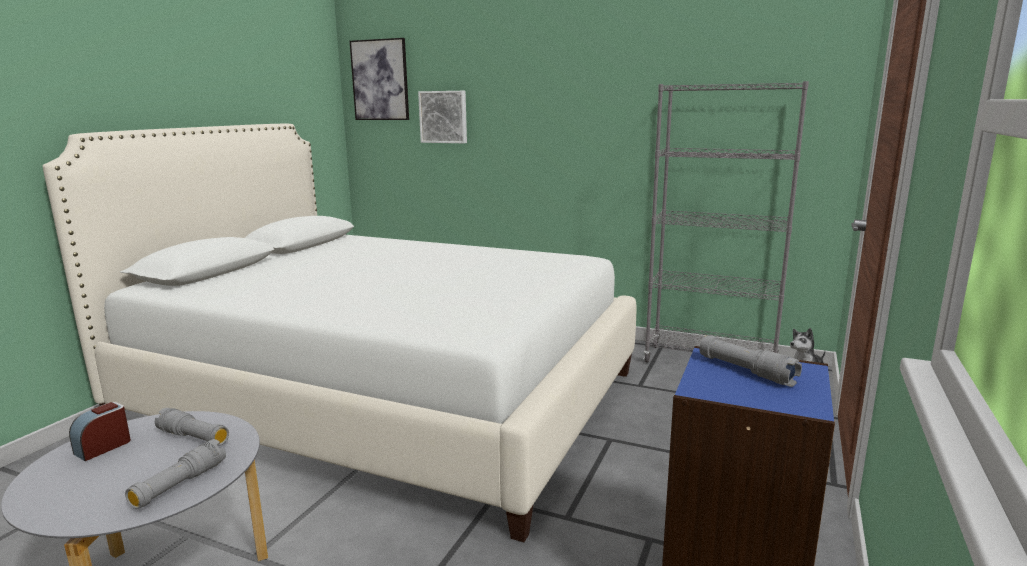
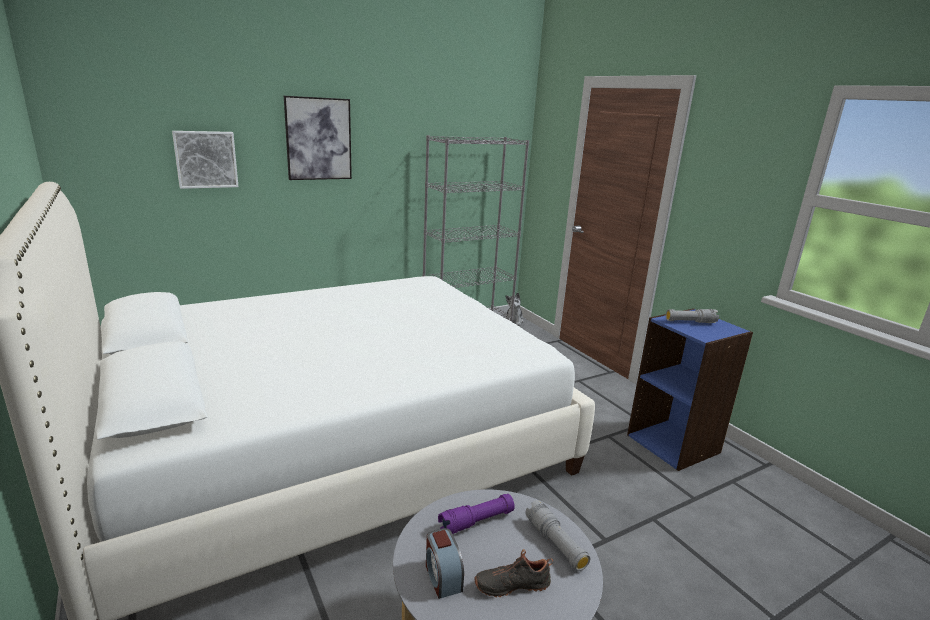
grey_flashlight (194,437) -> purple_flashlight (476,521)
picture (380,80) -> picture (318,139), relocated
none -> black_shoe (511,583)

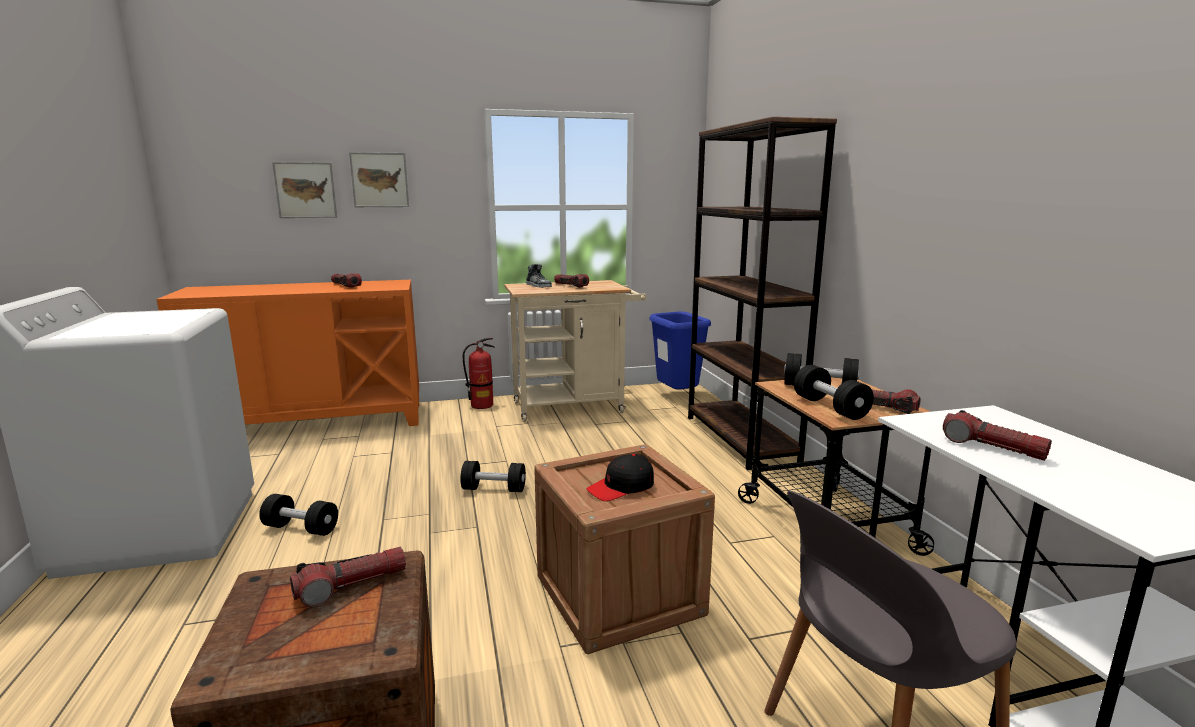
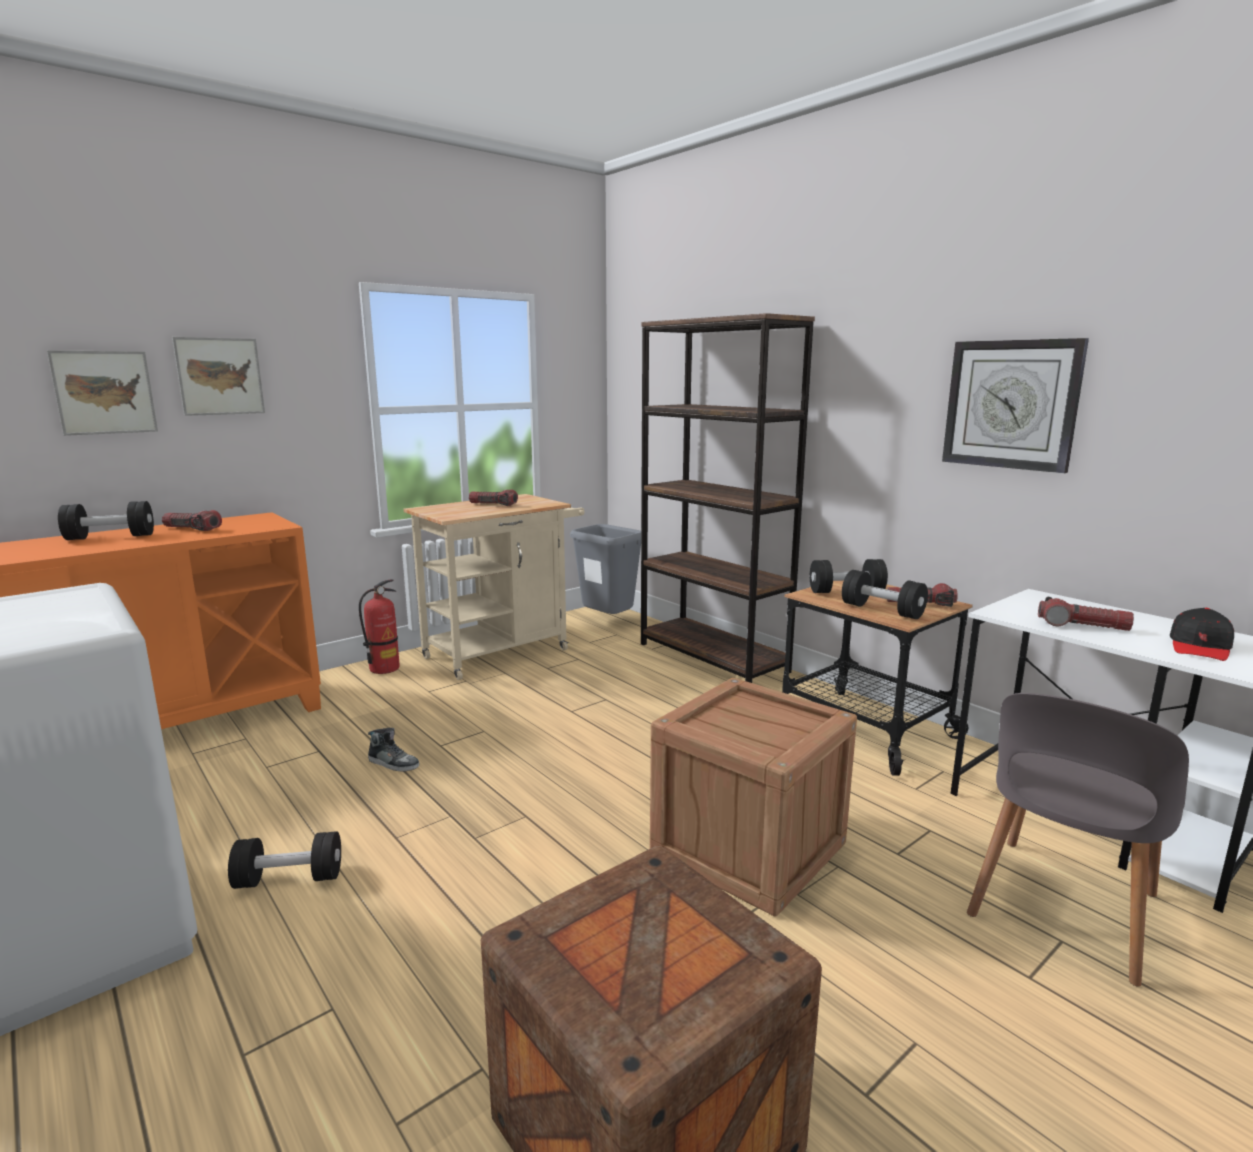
flashlight (351,586) -> none
black_dumbbell (494,489) -> black_dumbbell (110,537), relocated
shoe (538,286) -> shoe (393,763), relocated
black_cap (621,487) -> black_cap (1200,647), relocated
blue_trash_can (677,397) -> grey_trash_can (608,623)
none -> wall_clock (1011,404)

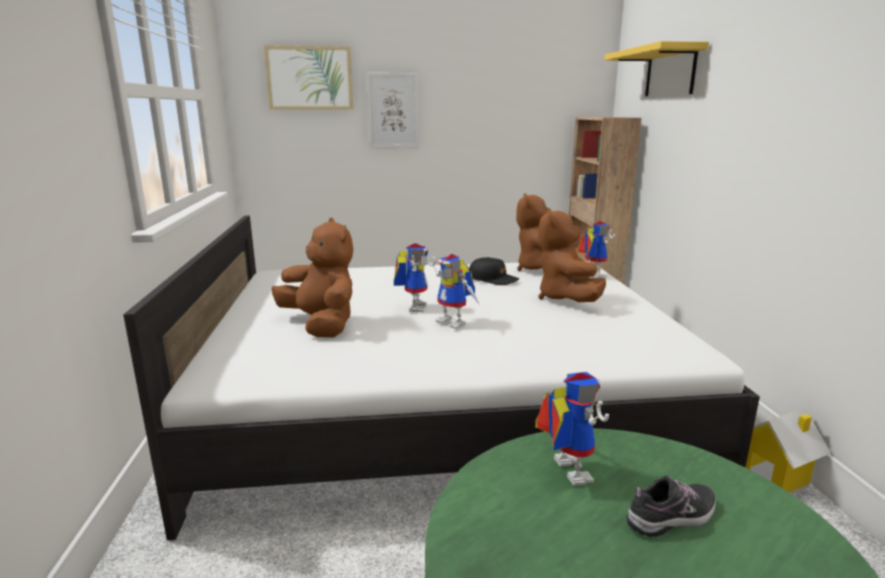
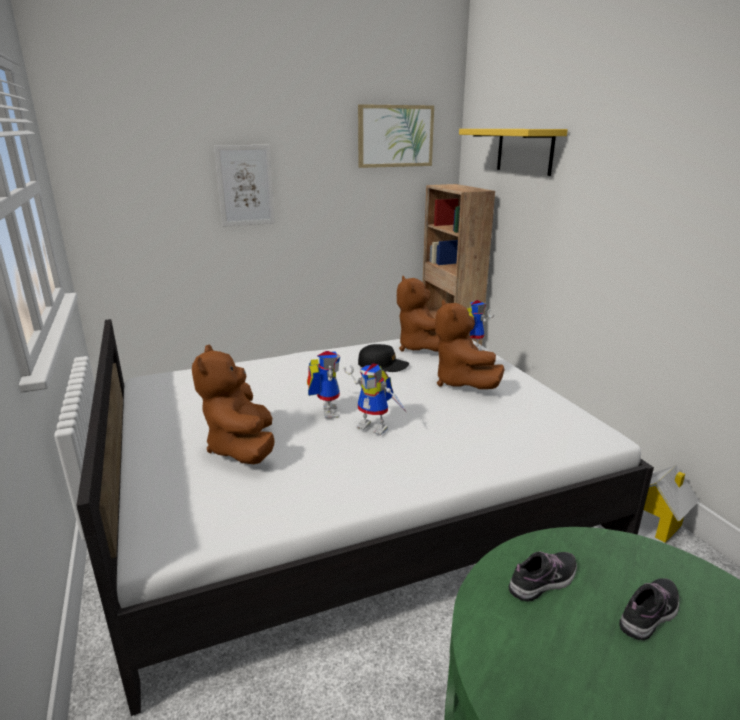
picture (310,78) -> picture (395,136), relocated
brown_plush_toy (321,325) -> brown_plush_toy (242,448), 135 degrees counterclockwise
toy_robot (563,469) -> shoe (543,581)

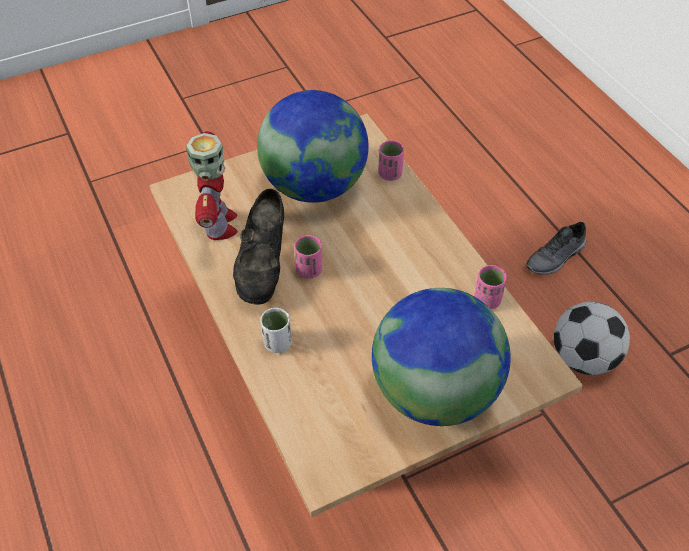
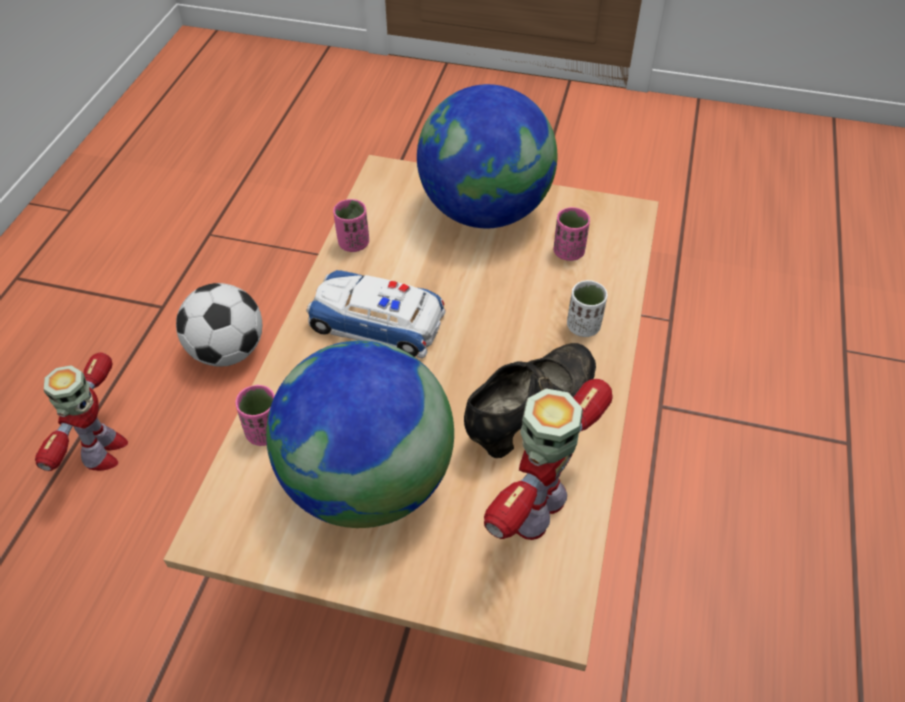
pink_cup (309,270) -> pink_cup (568,252), relocated
grey_shoe (556,258) -> toy_robot (103,452)
none -> toy_car (377,322)

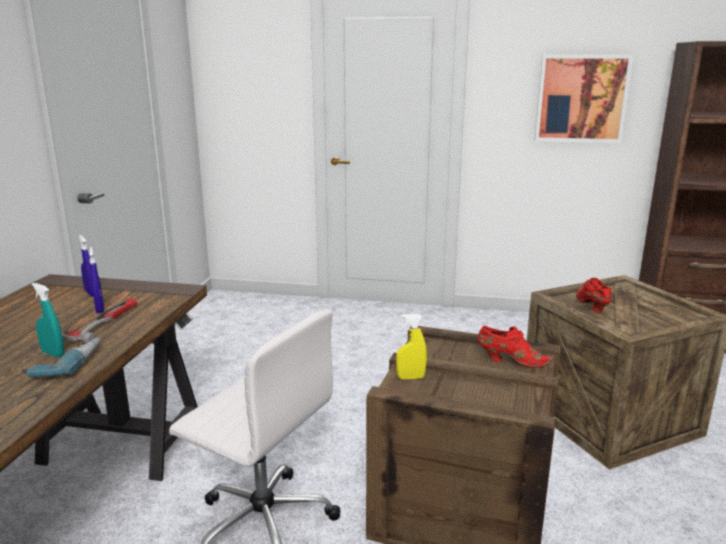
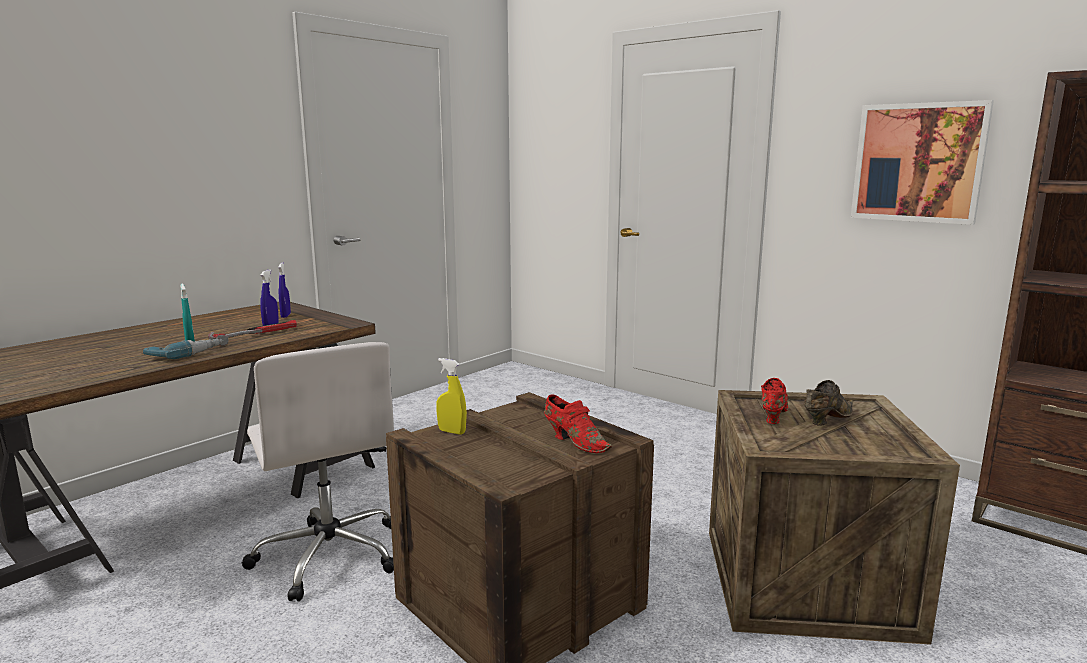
none -> brown_shoe (826,419)

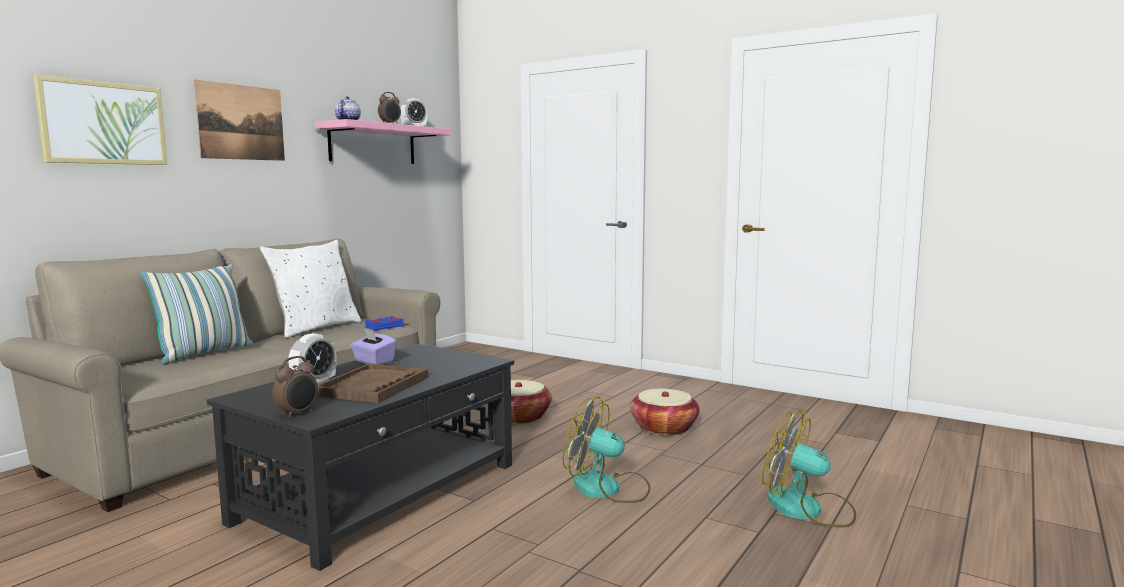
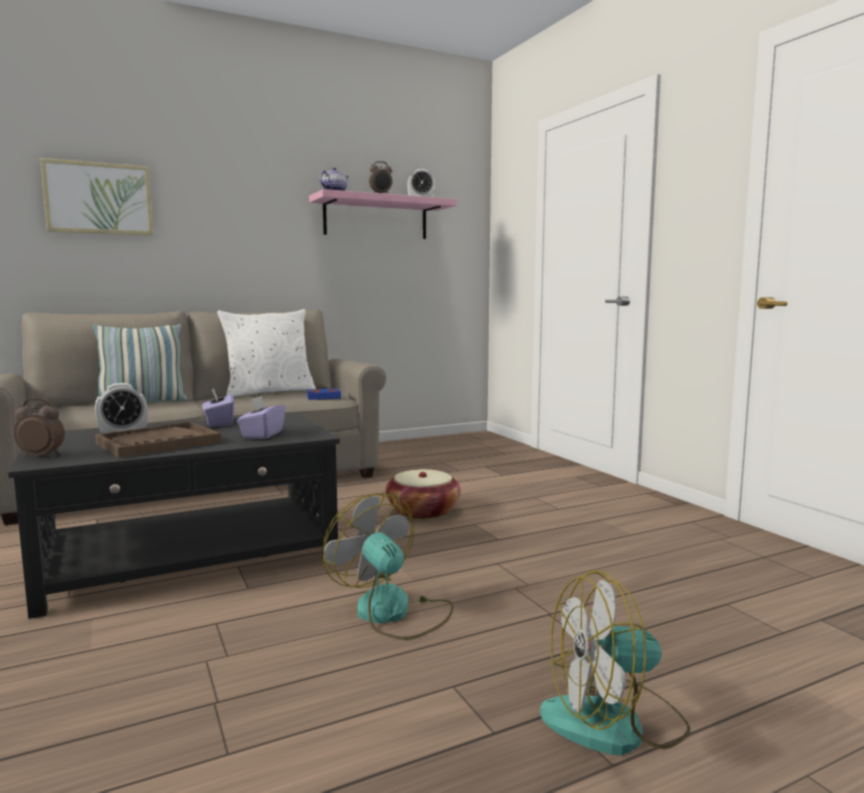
picture (241,122) -> none
alarm_clock (297,414) -> alarm_clock (42,456), 150 degrees counterclockwise
basket (664,428) -> none
fan (807,509) -> fan (614,723), 75 degrees counterclockwise
none -> purple_tissue_box (262,435)

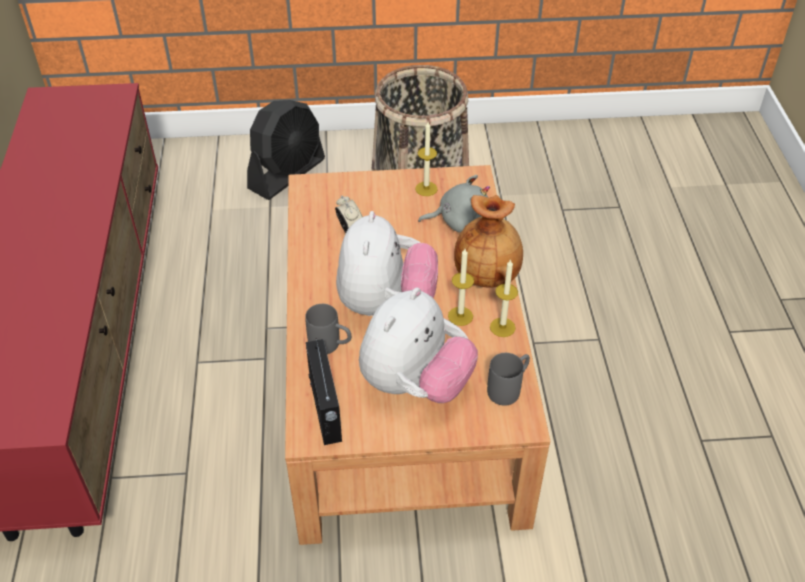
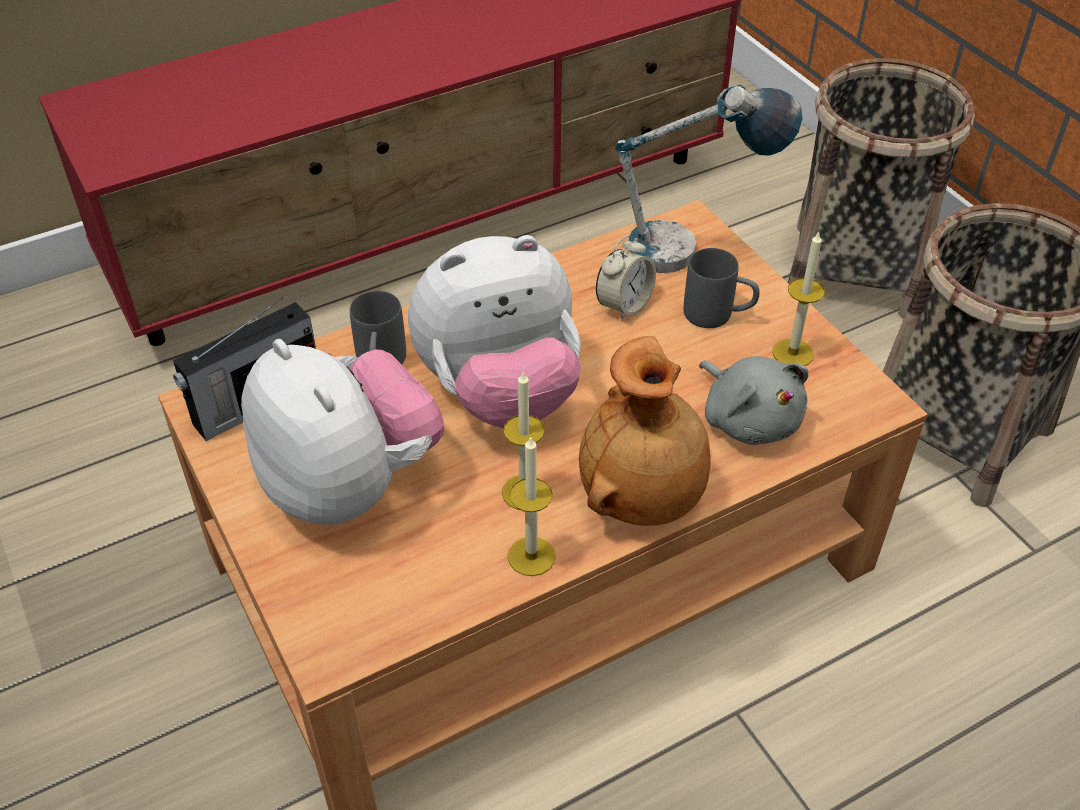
black_fan (287,174) -> basket (855,270)
plush_toy (415,384) -> plush_toy (350,485), 135 degrees counterclockwise
grey_mug (509,388) -> grey_mug (718,316), relocated
none -> table_lamp (692,253)

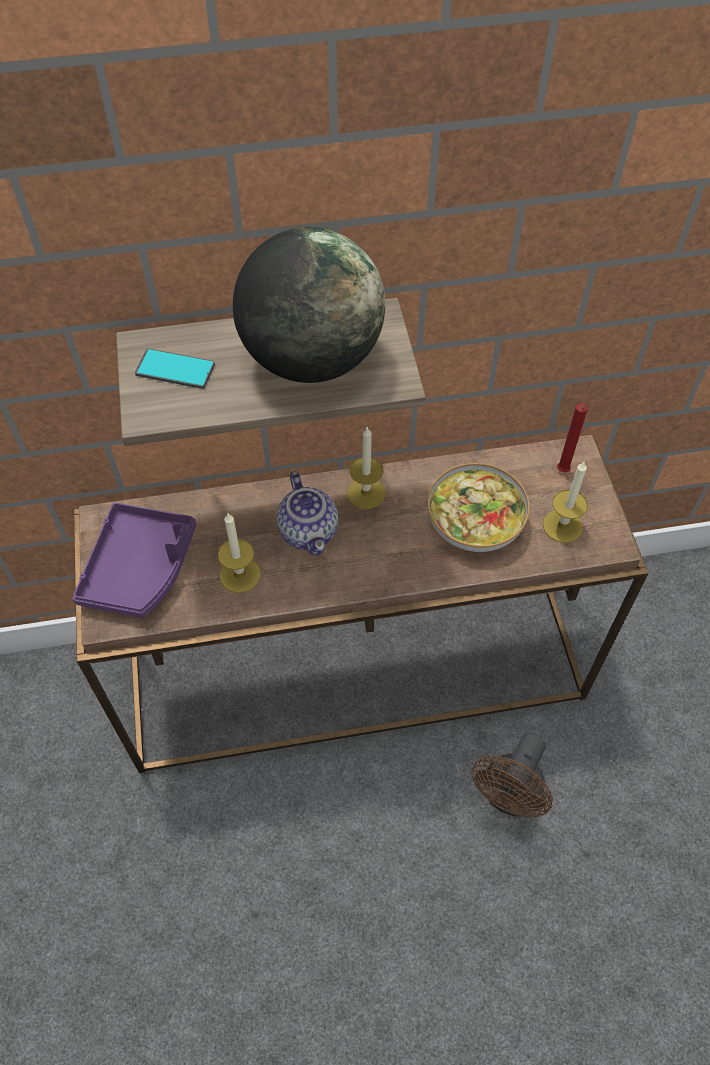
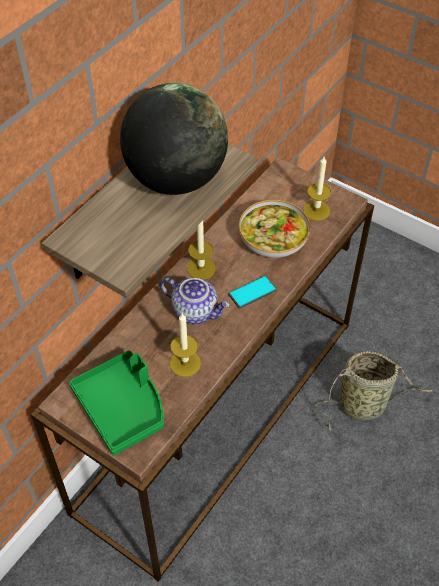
purple_tray (140,568) -> green_tray (123,407)
phone (175,370) -> phone (252,292), relocated
brown_fan (509,796) -> basket (365,405)
red_candle (561,472) -> none

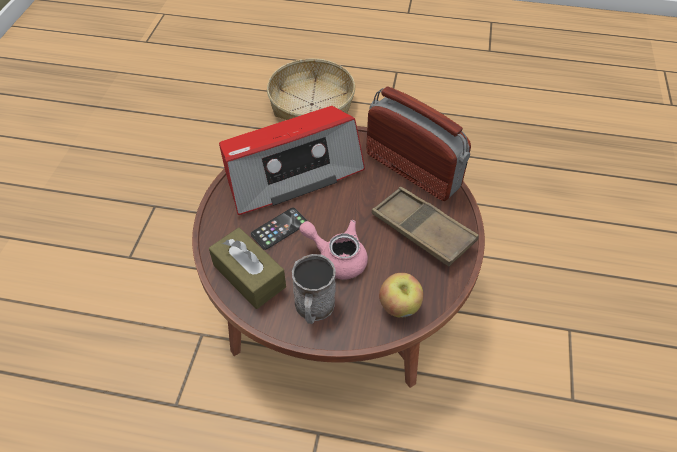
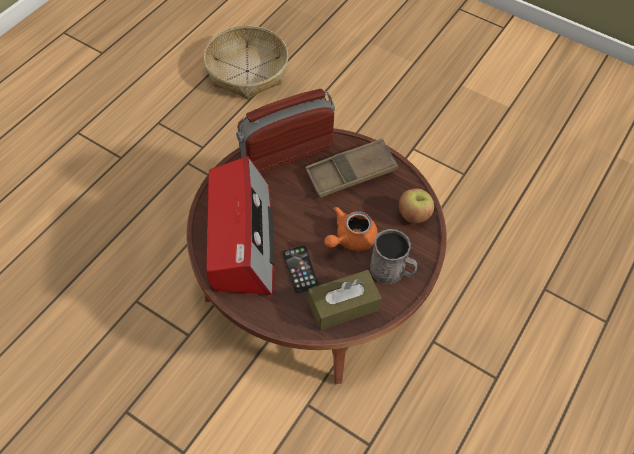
basket (311,104) -> basket (247,71), relocated
pink_teapot (337,258) -> orange_teapot (350,239)

